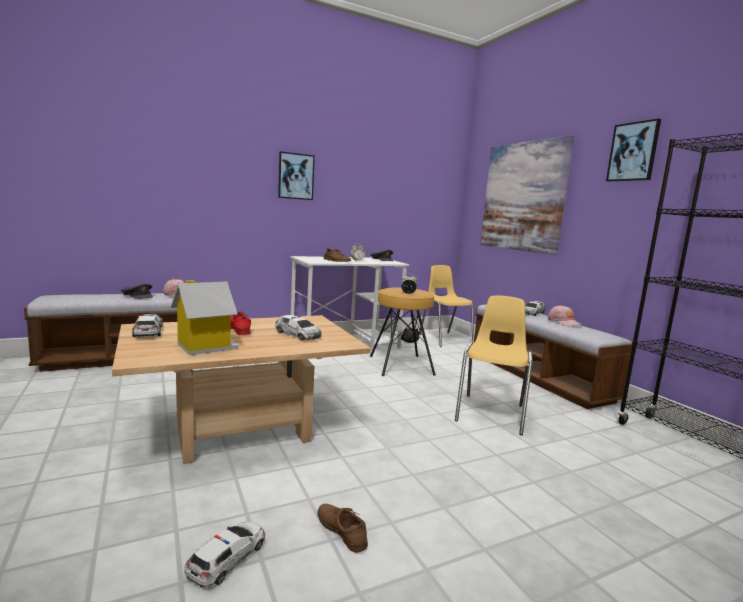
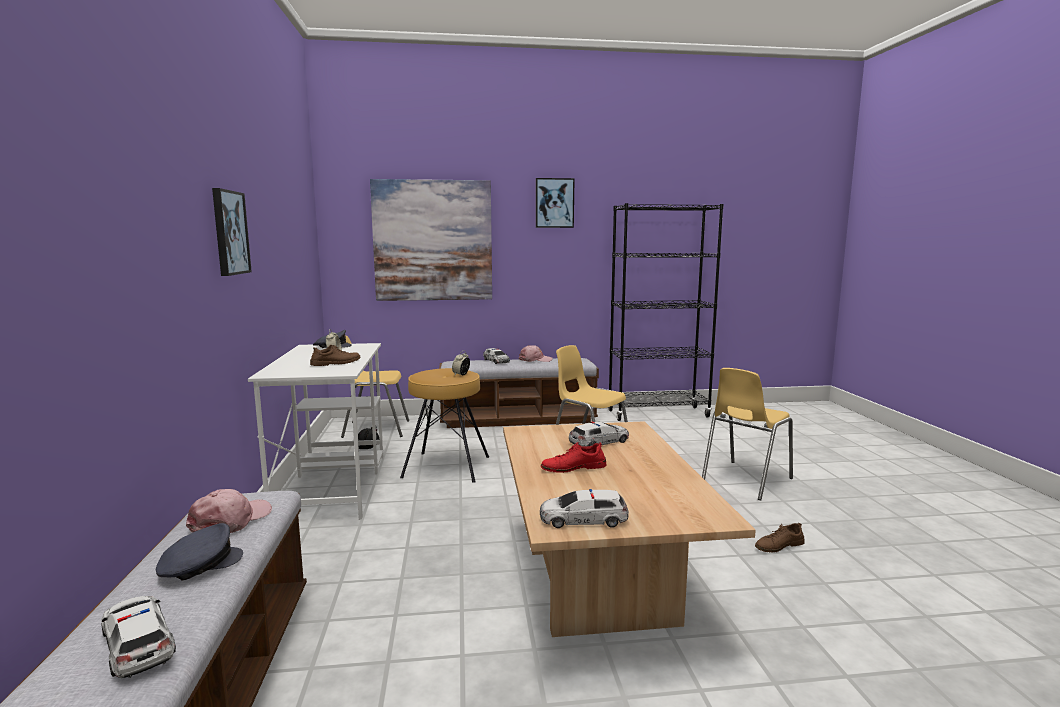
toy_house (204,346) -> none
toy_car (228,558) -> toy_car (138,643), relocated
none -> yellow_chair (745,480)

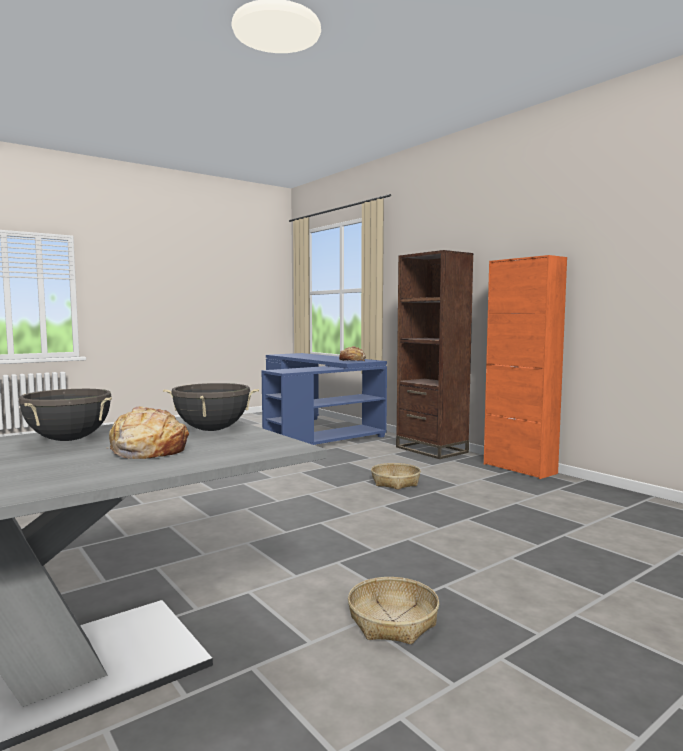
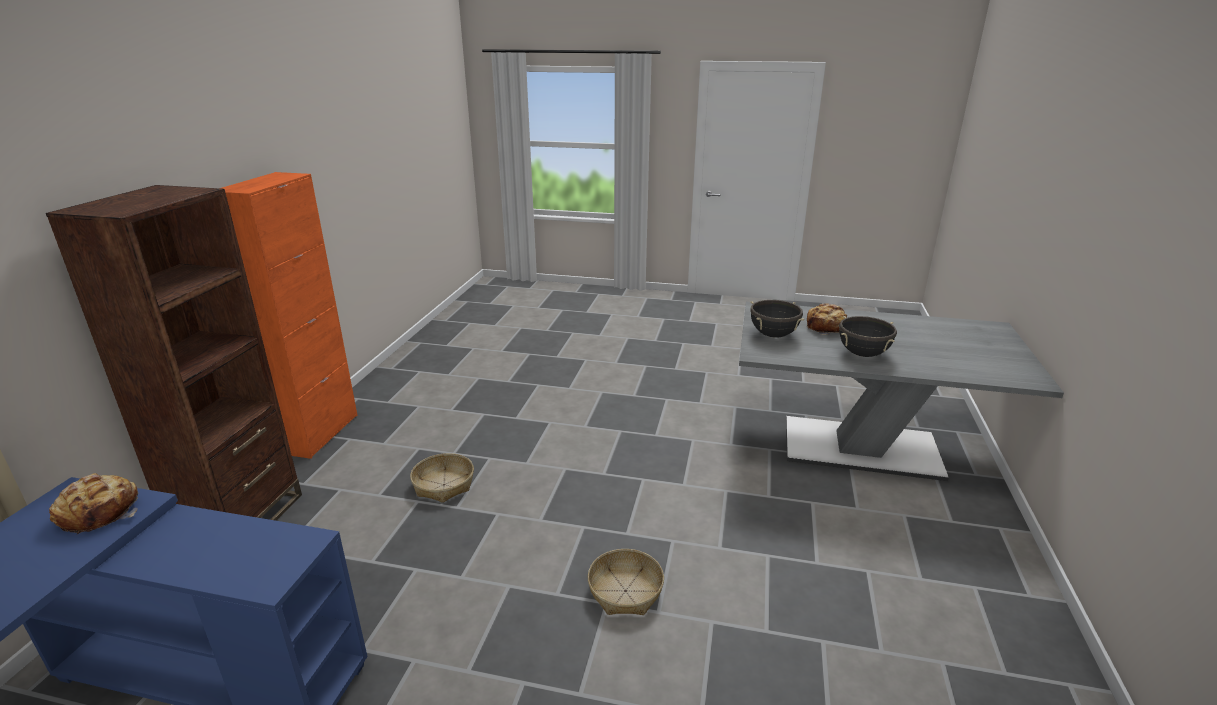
basket (392,621) -> basket (625,591), relocated

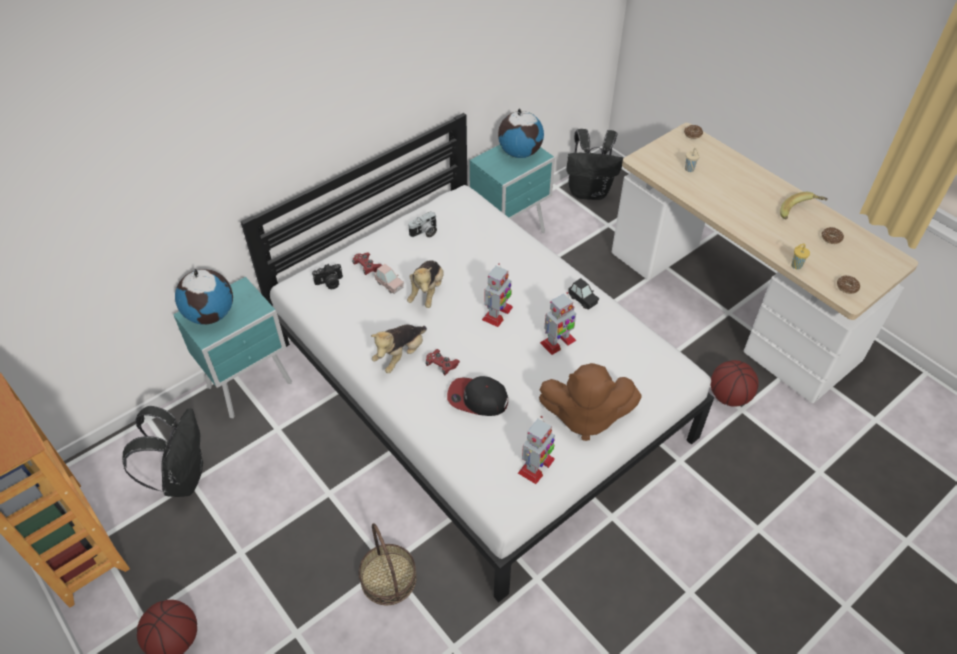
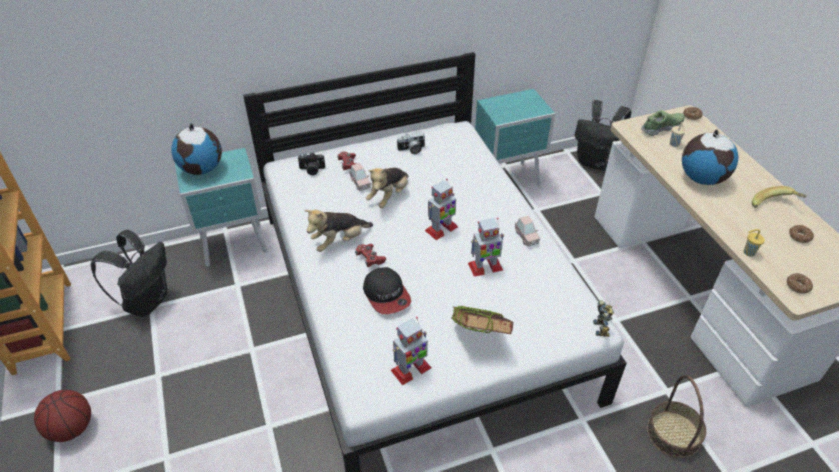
basket (388,578) -> basket (673,433), relocated
cap (477,399) -> cap (387,295), 150 degrees counterclockwise
globe (520,152) -> globe (702,178), relocated
brown_plush_toy (585,416) -> book (478,339)
black_toy_car (582,300) -> pink_toy_car (526,237)
basketball (729,396) -> none
none -> toy_robot (602,328)
none -> shoe (662,127)

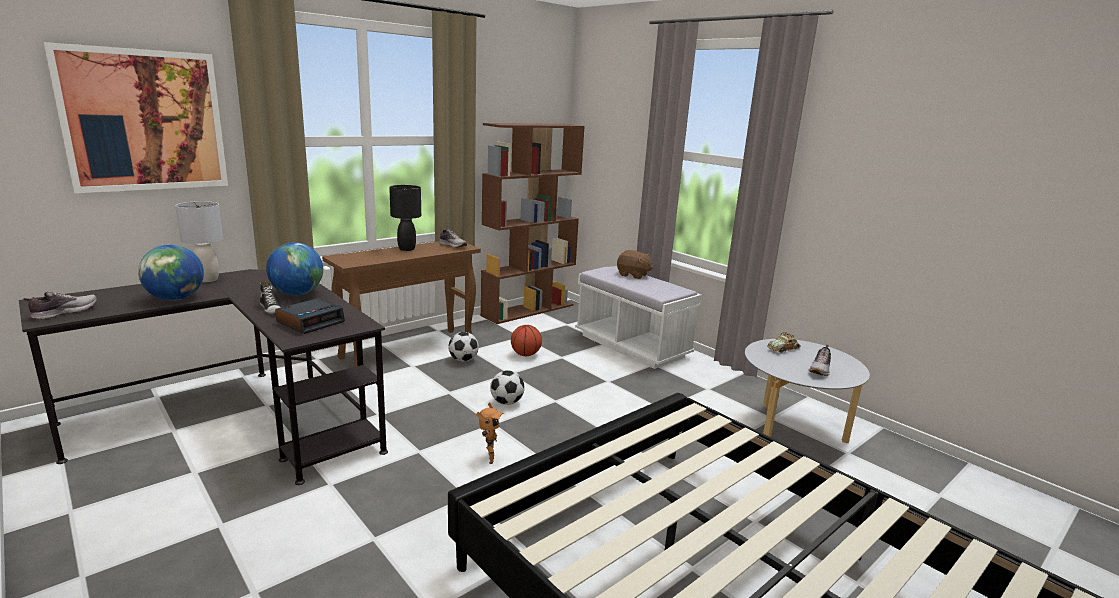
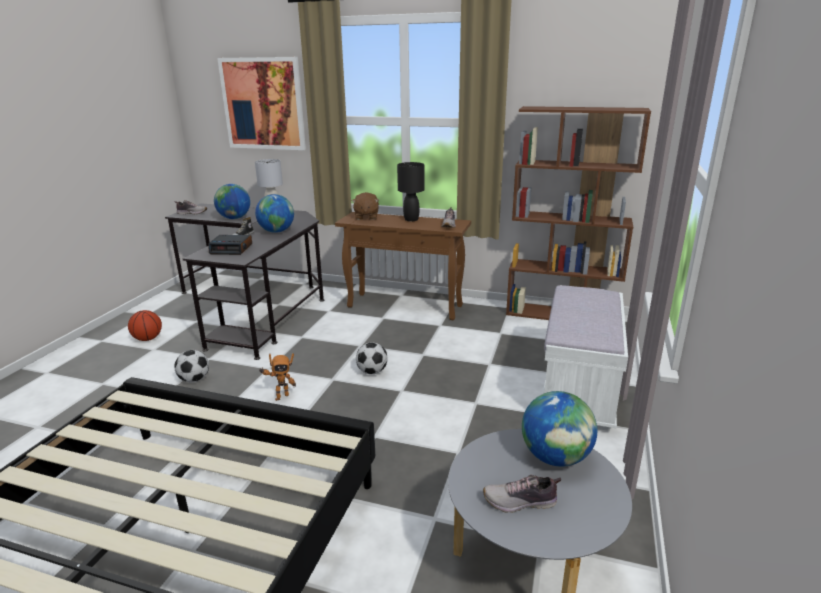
football (463,360) -> football (194,379), relocated
basketball (525,355) -> basketball (148,339), relocated
brown_plush_toy (633,275) -> brown_plush_toy (366,217), relocated
toy_car (783,348) -> globe (555,457)

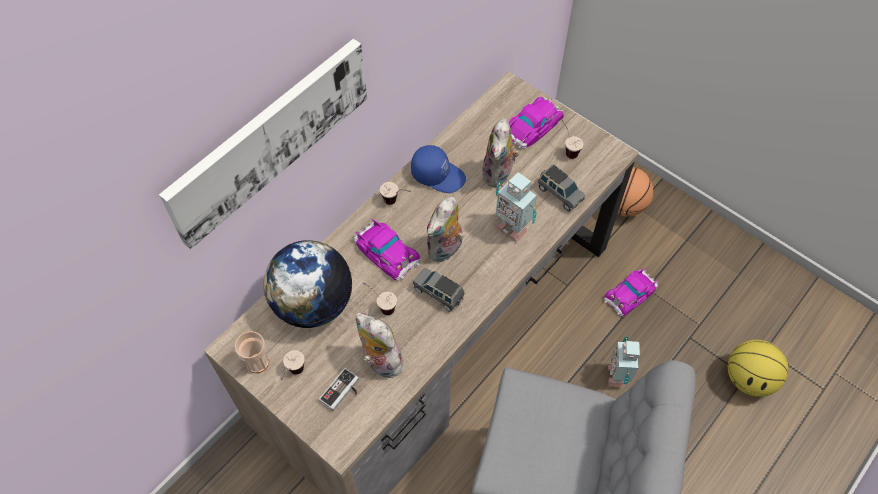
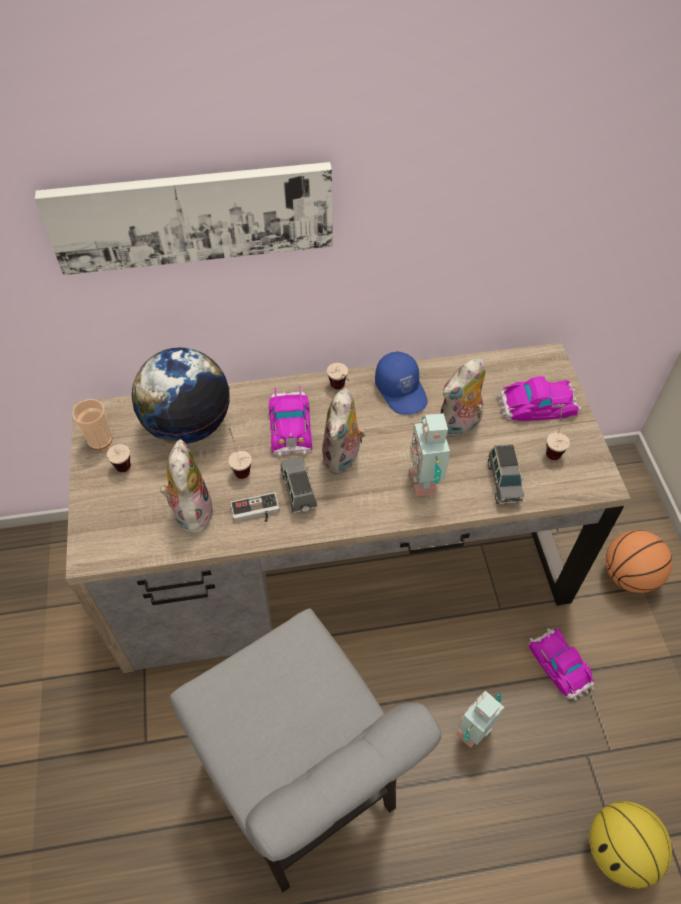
game_controller (342,392) -> game_controller (256,512), relocated
plush_toy (445,250) -> plush_toy (343,458), 60 degrees counterclockwise
toy_car (630,293) -> toy_car (560,664), 60 degrees clockwise

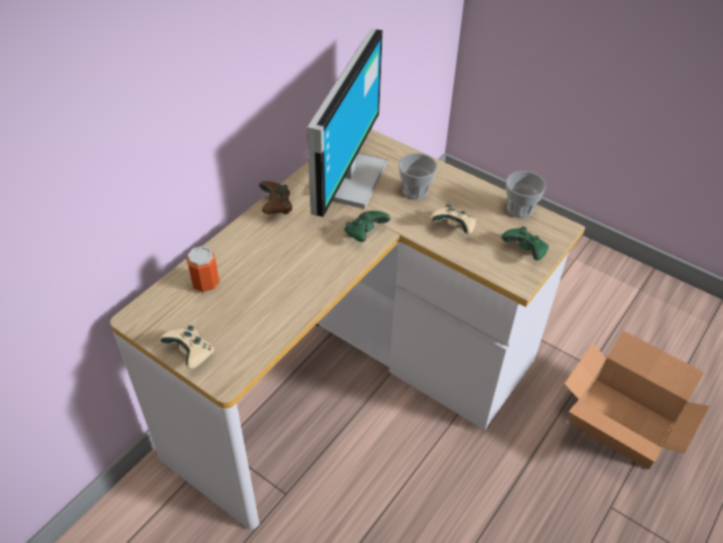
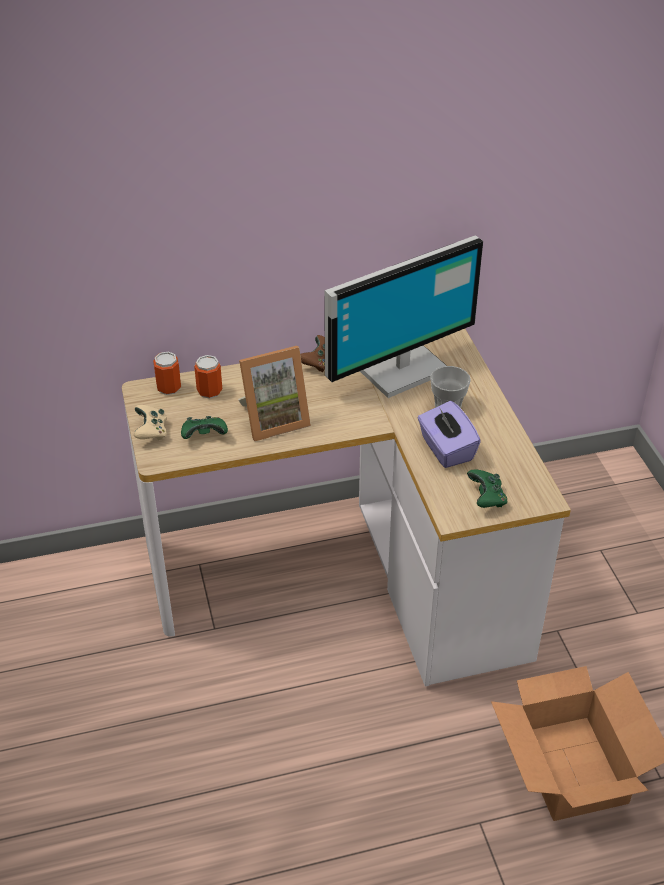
green_game_controller (365,233) -> green_game_controller (204,436), relocated
beige_game_controller (454,228) -> purple_tissue_box (446,449)
cup (520,209) -> none
none -> can (169,388)
none -> picture_frame (273,420)

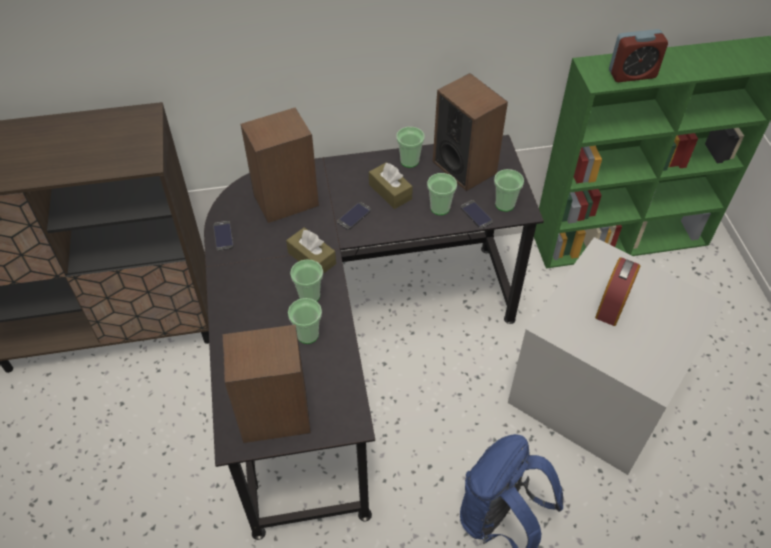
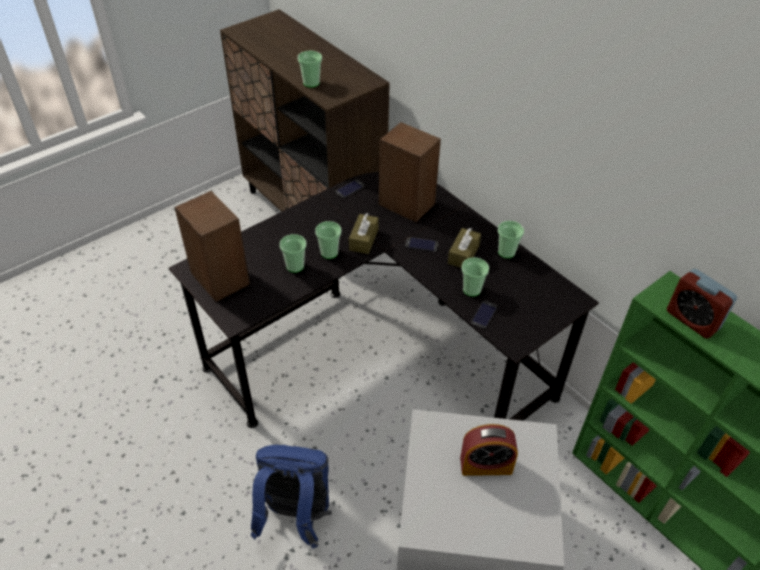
speaker (464,167) -> none
cup (504,204) -> cup (311,83), relocated

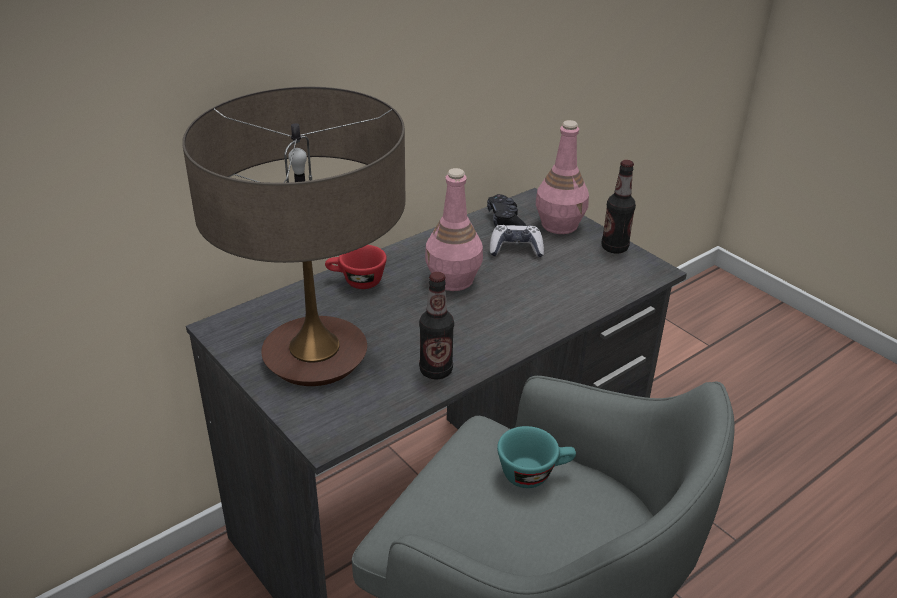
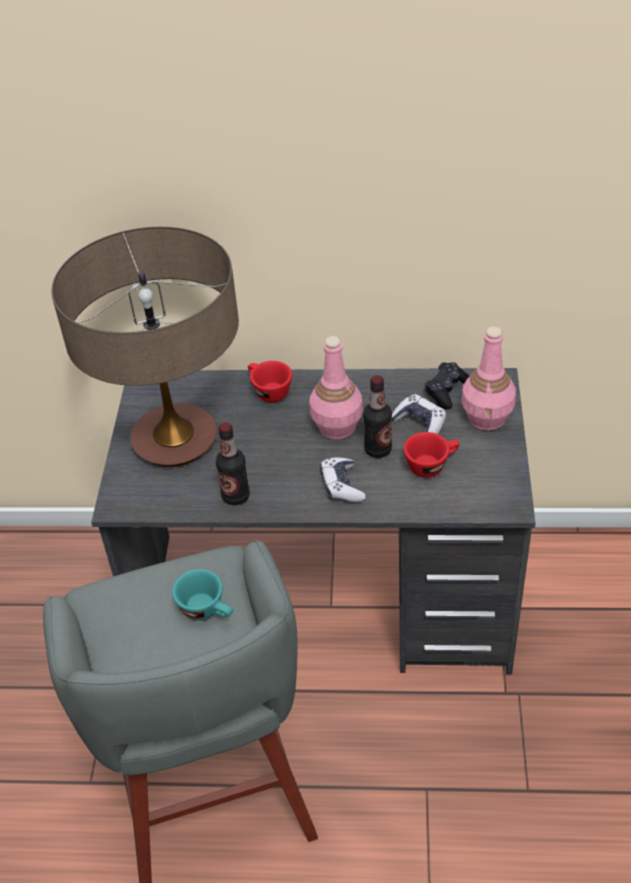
bottle (614,247) -> bottle (378,449), relocated
none -> game_controller (342,485)
none -> red_cup (431,465)

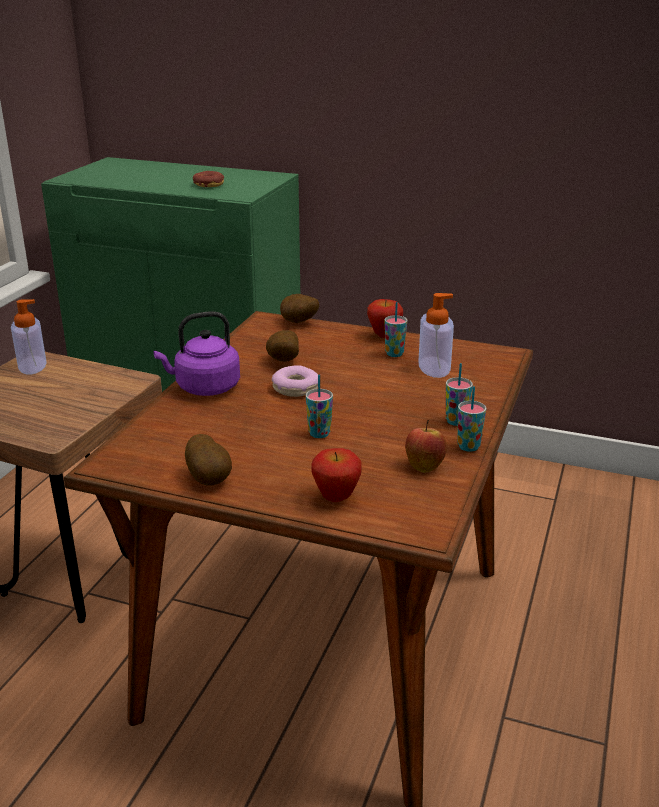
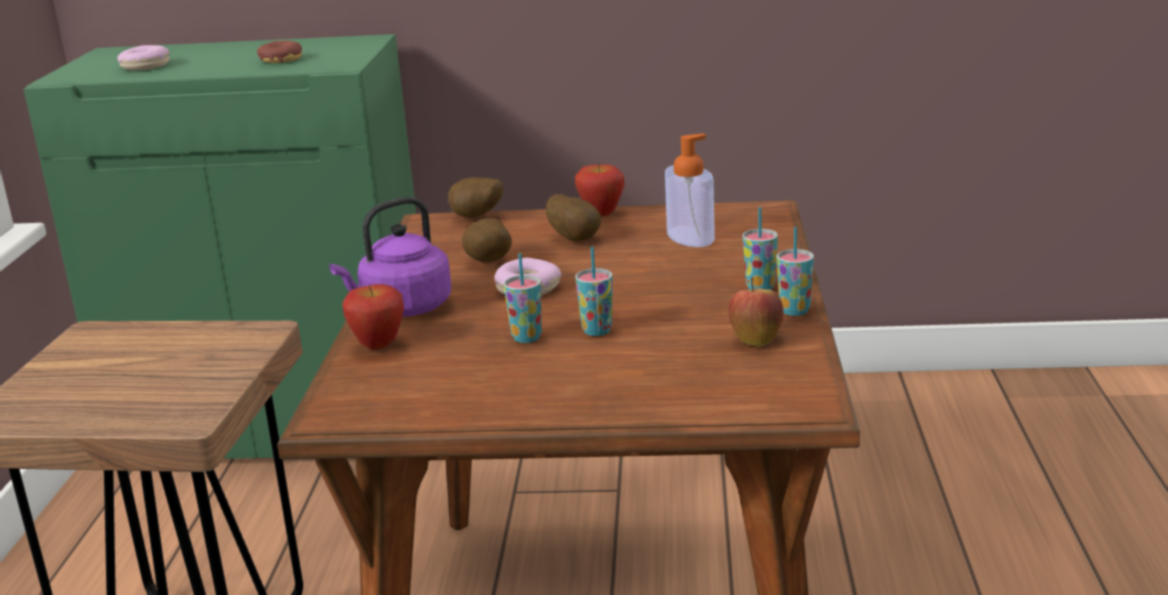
soap_dispenser (32,365) -> none
potato (210,479) -> potato (576,238), relocated
apple (336,498) -> apple (378,346), relocated
cup (394,354) -> cup (526,338), relocated
none -> donut (145,66)

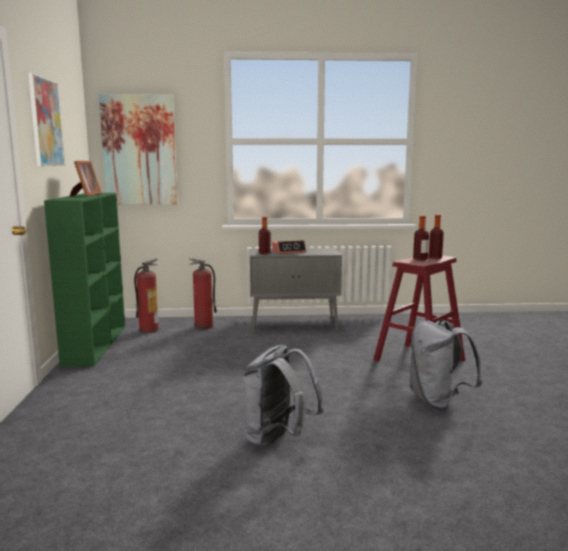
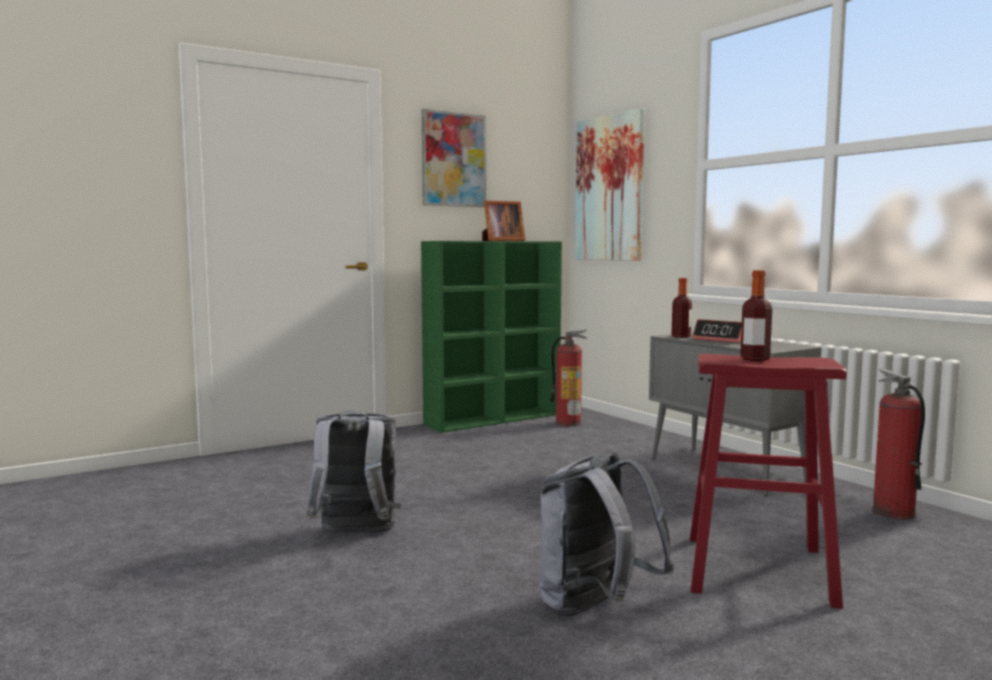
fire_extinguisher (203,327) -> fire_extinguisher (892,512), relocated
bottle (435,258) -> none

